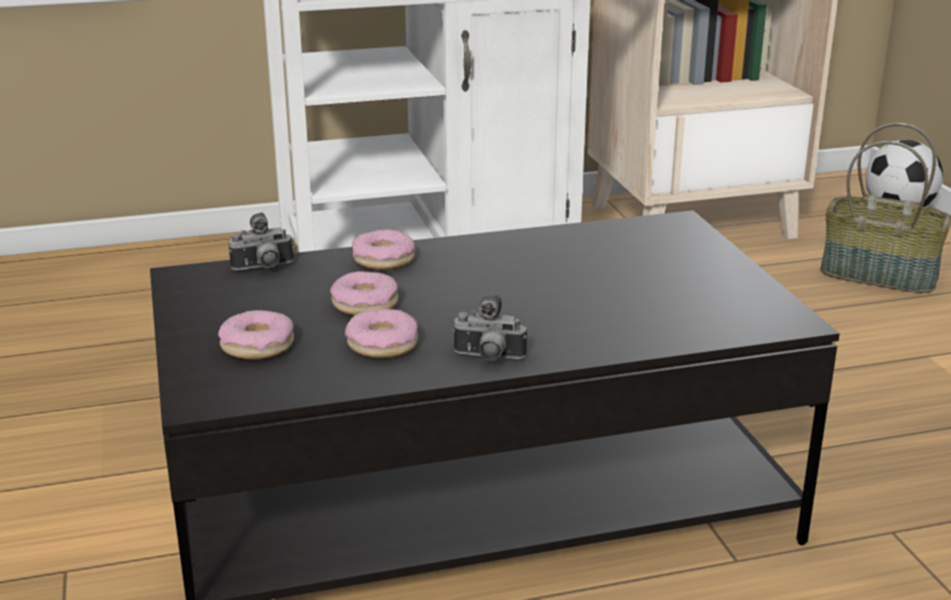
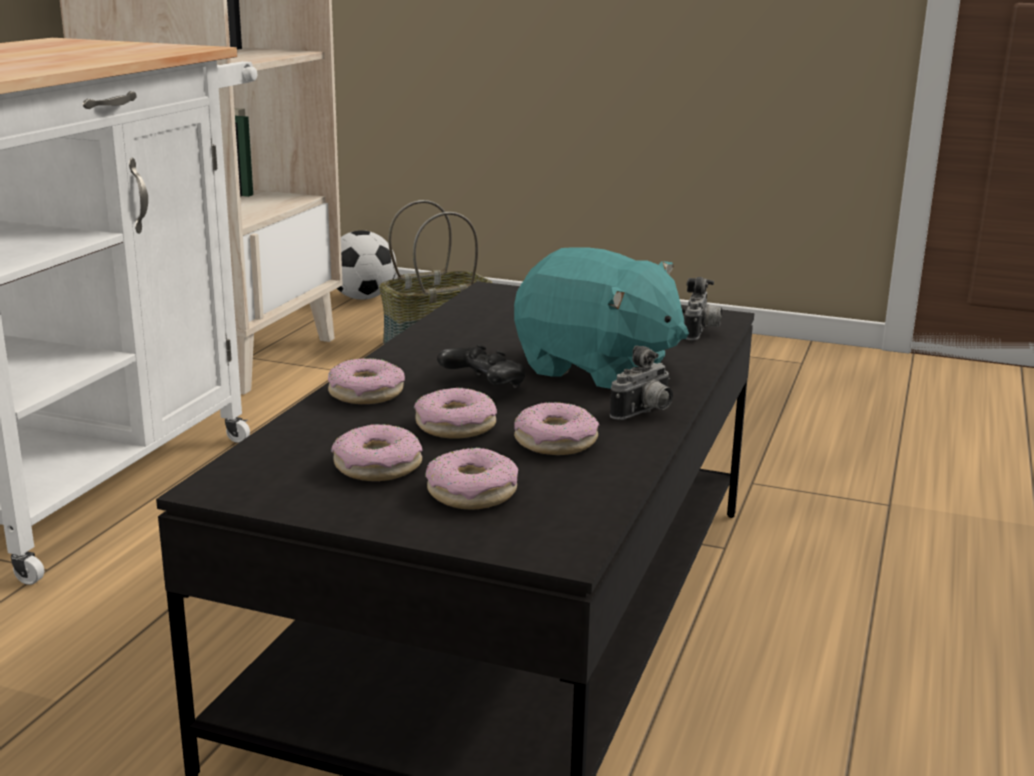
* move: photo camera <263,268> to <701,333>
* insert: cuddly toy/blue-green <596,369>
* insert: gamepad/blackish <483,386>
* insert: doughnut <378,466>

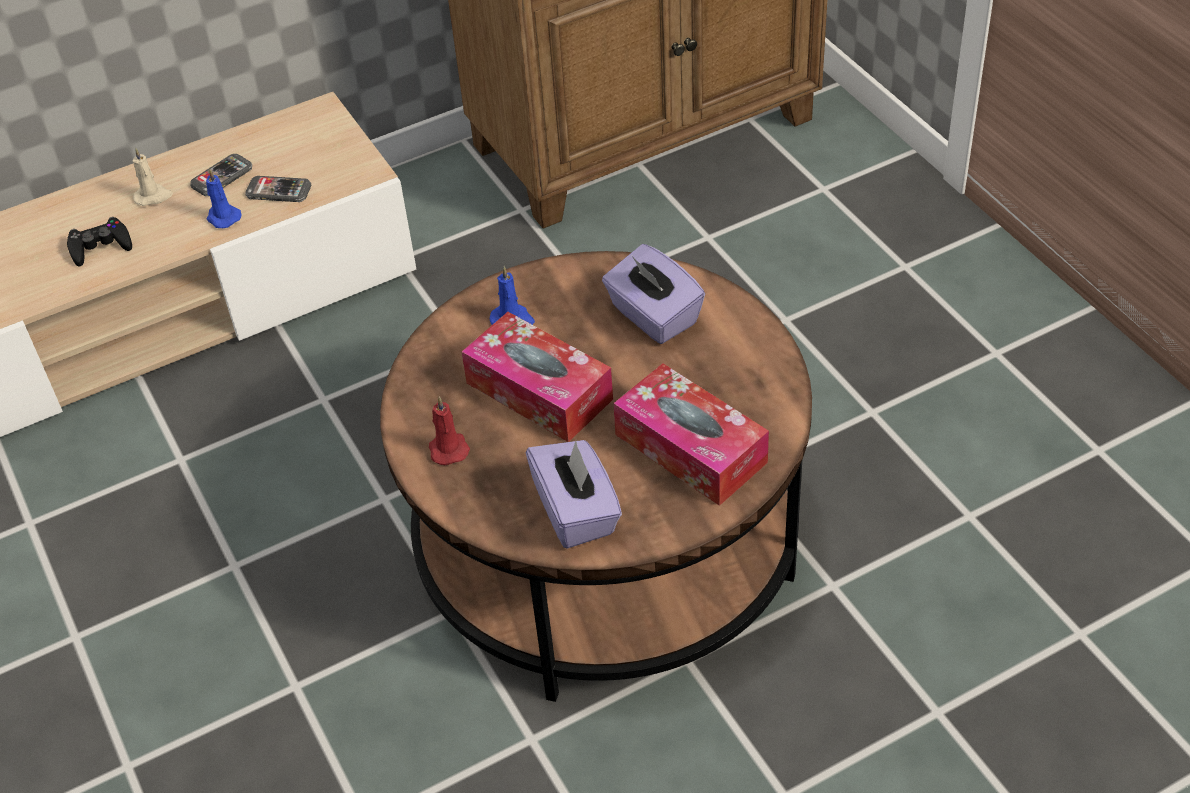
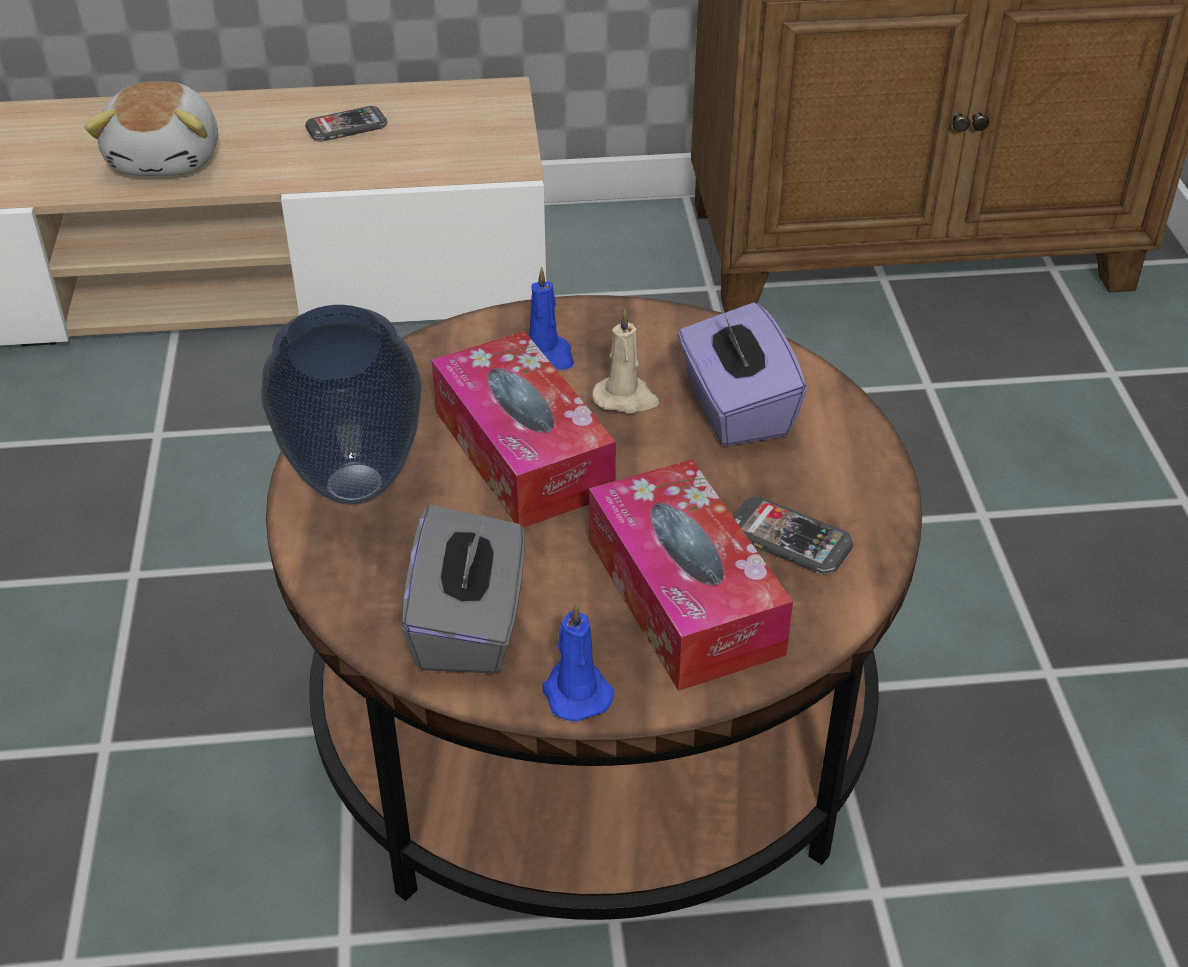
* move: wax light/beige-coloured <153,196> to <626,398>
* move: wax light/blue <223,217> to <575,692>
* move: telephone <278,191> to <789,539>
* replace: gamepad/blackish <100,246> to cuddly toy <168,158>
* replace: wax light/red-coloured <448,448> to vase <357,483>
* recolor: tissue box/purple-coloured <576,512> to tissue box/grey <469,625>

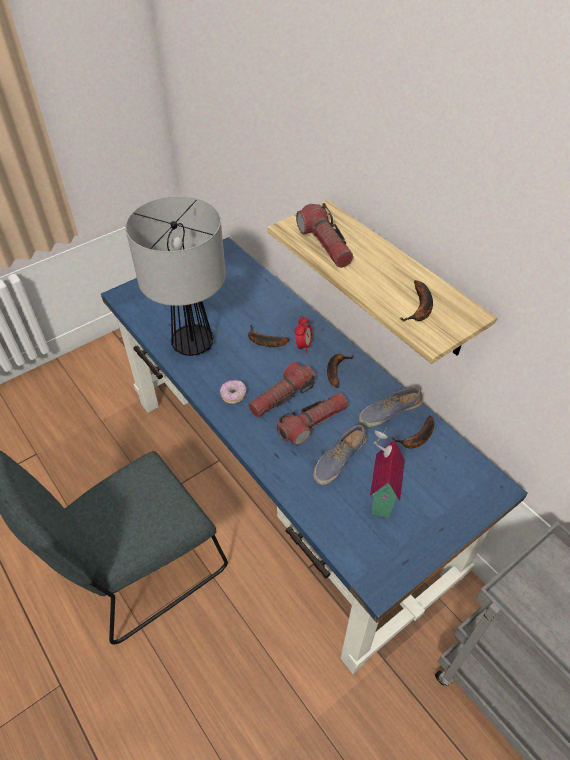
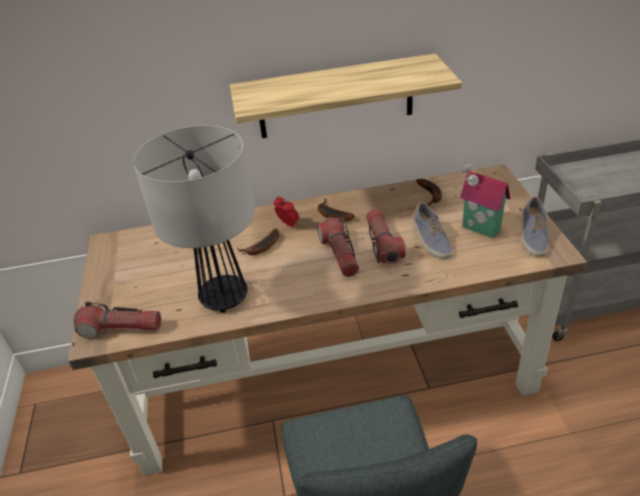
* move: flashlight <325,244> to <121,328>
* recolor: desk/blue <286,483> to desk/brownish <333,373>
* delete: banana <420,308>
* delete: doughnut <233,395>
* move: low shoe <389,412> to <532,236>

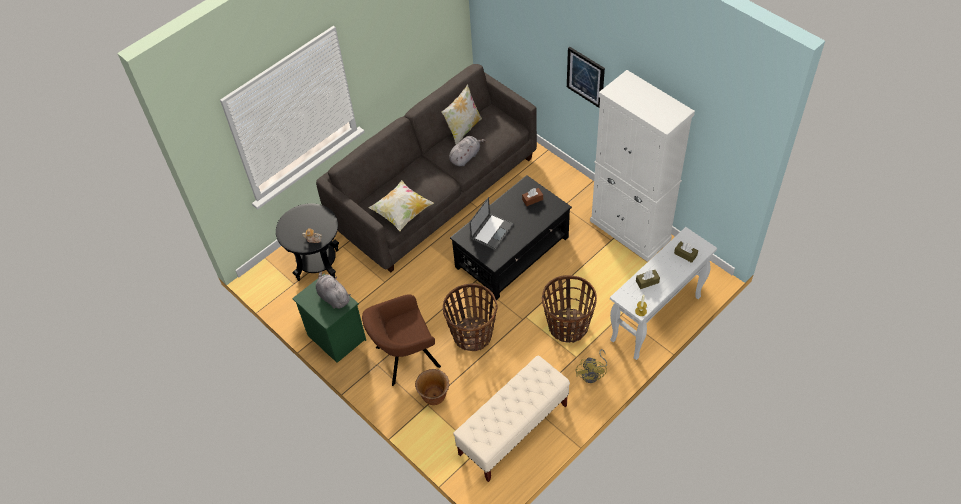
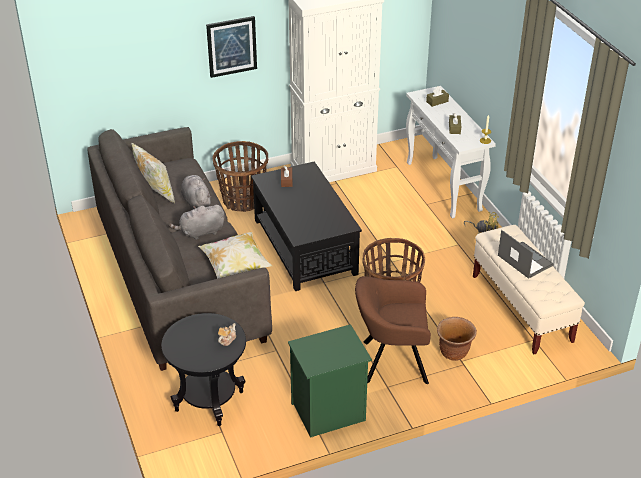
* move: laptop <492,231> to <524,260>
* move: cuddly toy/grey <333,297> to <200,232>
* move: storage basket <567,326> to <243,200>
* rotate: lounge chair/brownish <405,358> = <391,362> 90 degrees clockwise

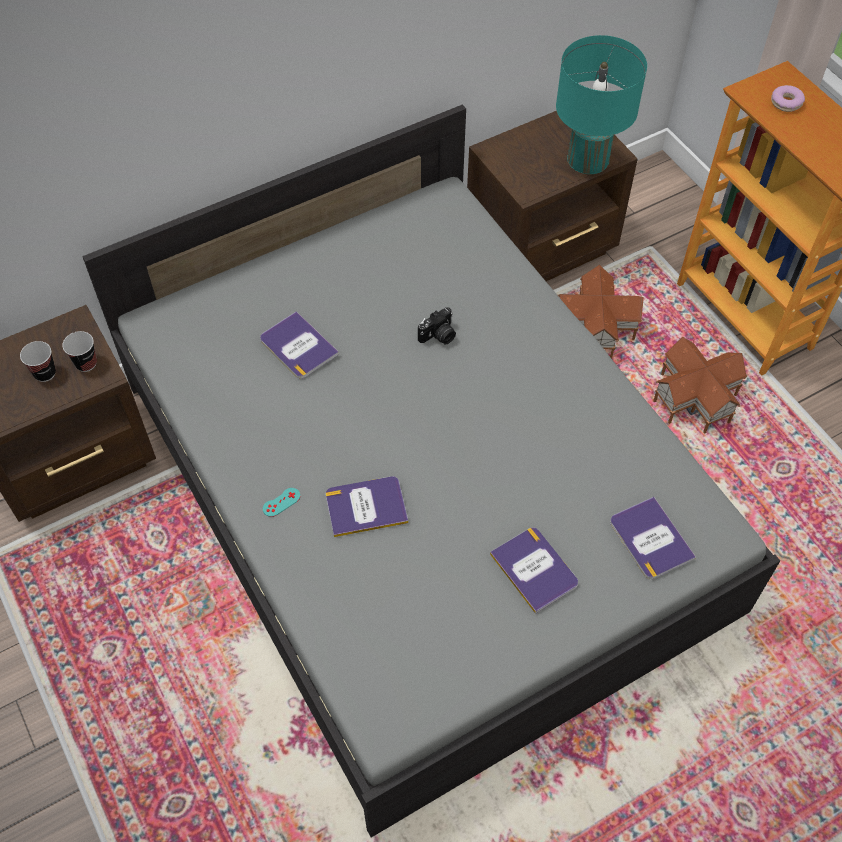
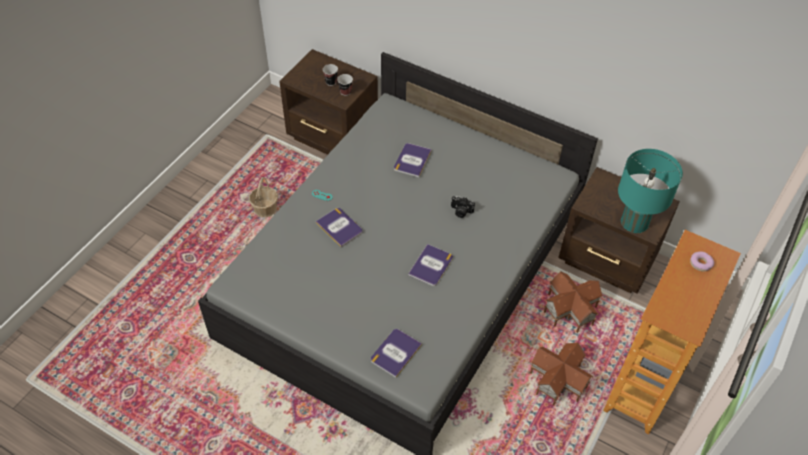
* move: volume <534,569> to <431,266>
* insert: storage basket <265,209>

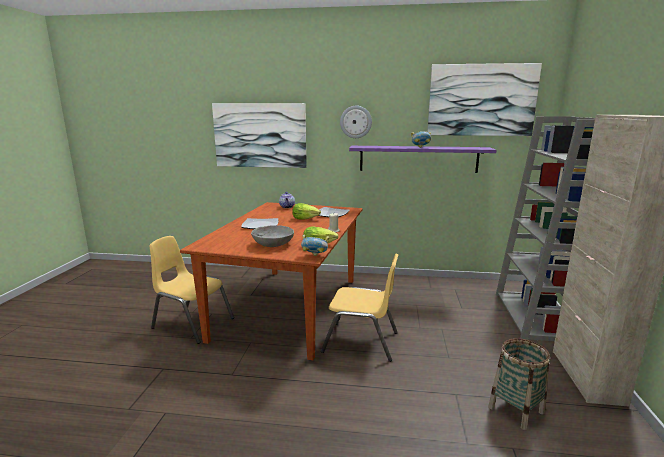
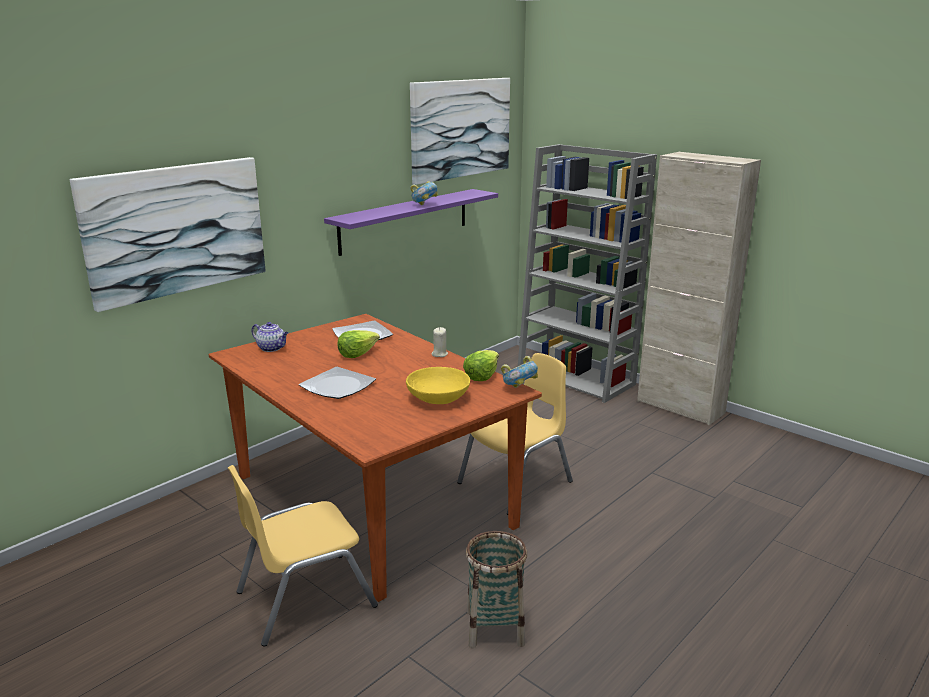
* delete: wall clock <356,122>
* recolor: bowl/grey <273,244> to bowl/yellow-coloured <438,398>
* move: storage basket <516,410> to <494,627>

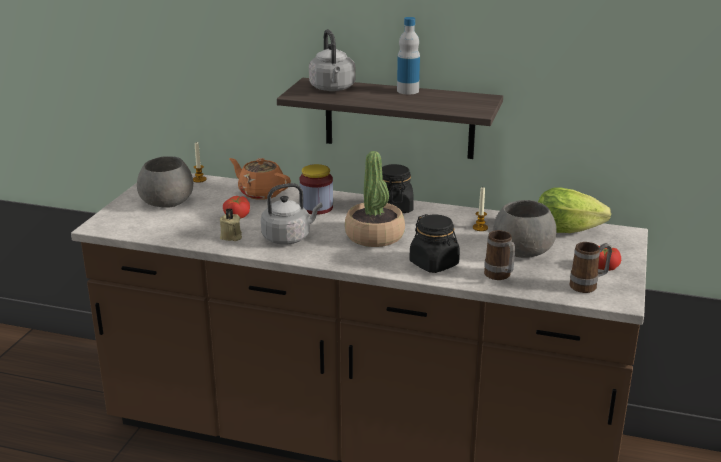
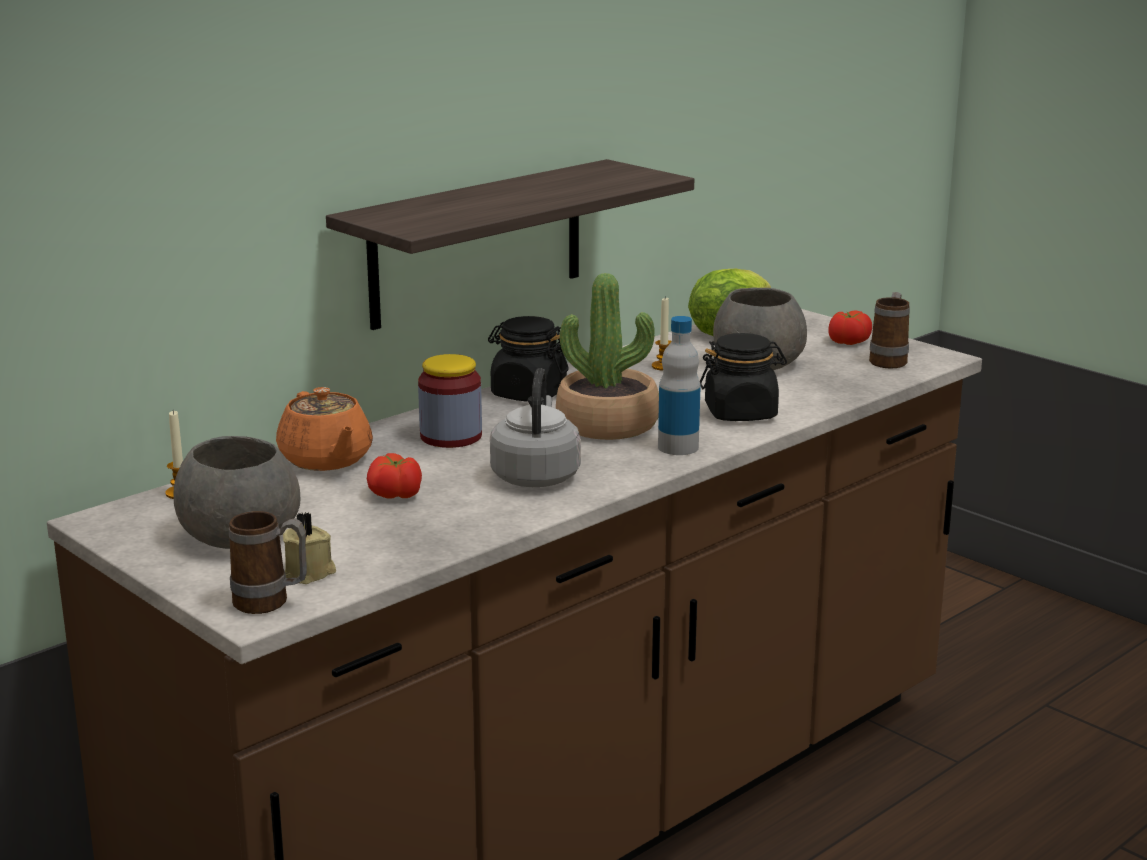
* move: drink bottle <408,91> to <678,447>
* delete: kettle/grey <333,89>
* rotate: pot for tea/orange-coloured <261,193> = <326,460> 90 degrees counterclockwise
* move: wax light/beige-coloured <231,237> to <310,573>
* move: coffee mug <500,277> to <271,603>

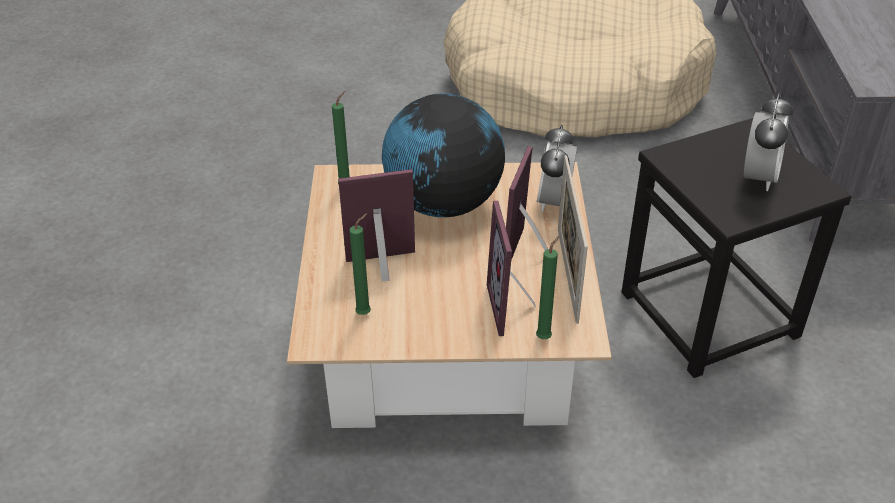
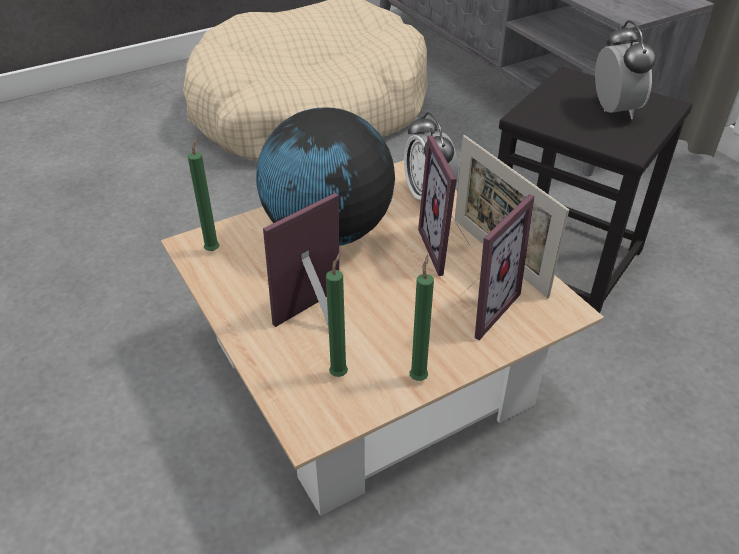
* rotate: photo frame <513,307> = <479,306> 105 degrees counterclockwise
* move: wax light/green <545,336> to <419,376>

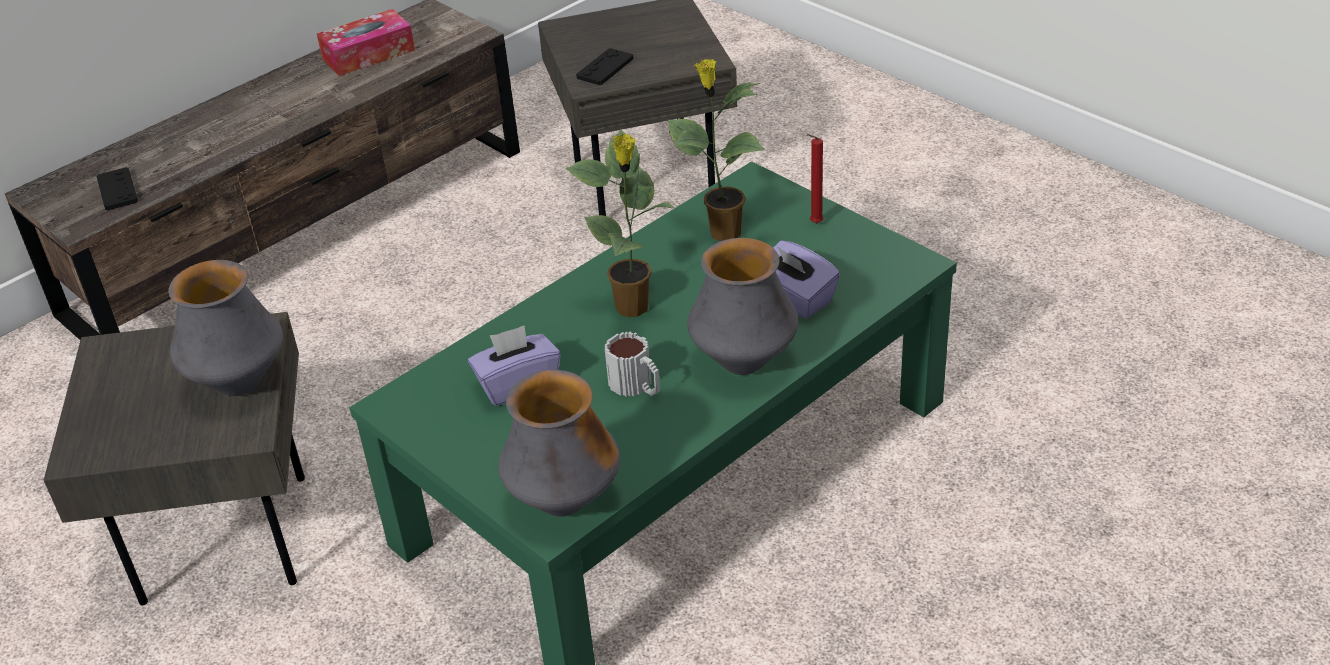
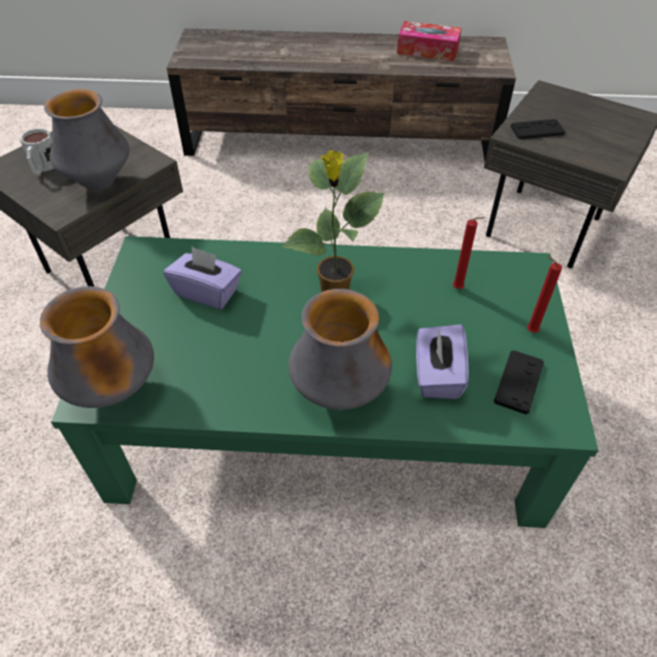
* replace: plant in a pot <723,233> to wax light/red-coloured <459,289>
* move: gamepad/blackish <117,190> to <518,382>
* move: coffee mug <637,386> to <43,167>

